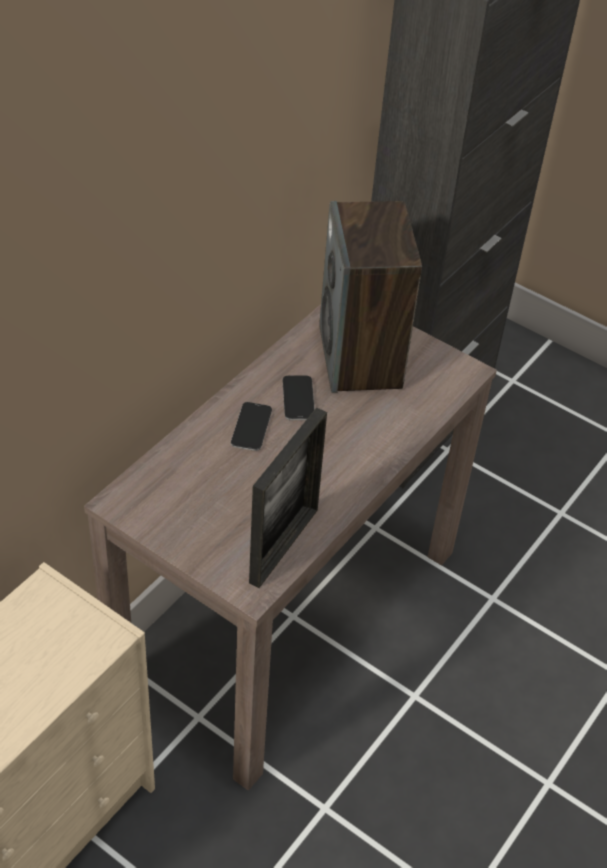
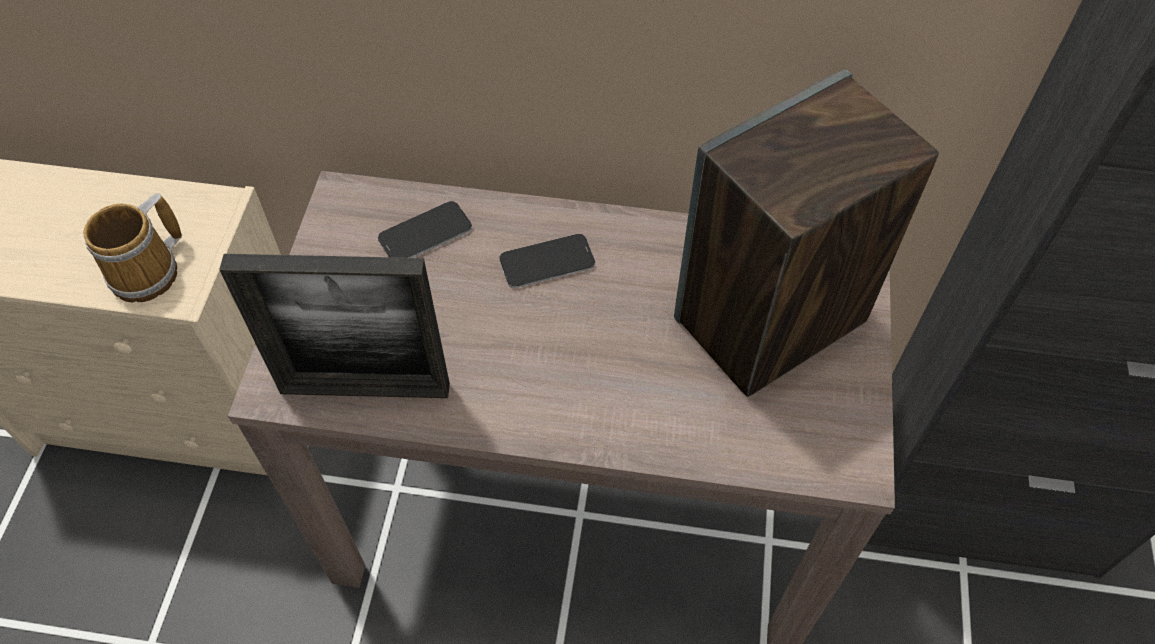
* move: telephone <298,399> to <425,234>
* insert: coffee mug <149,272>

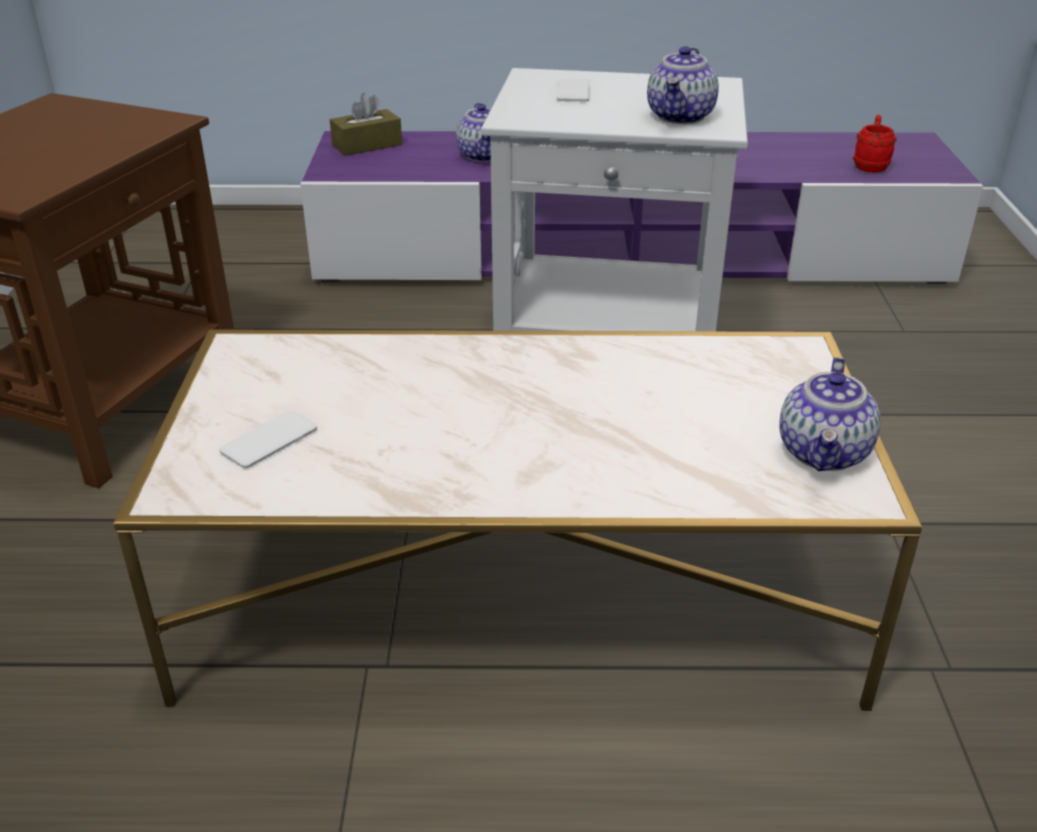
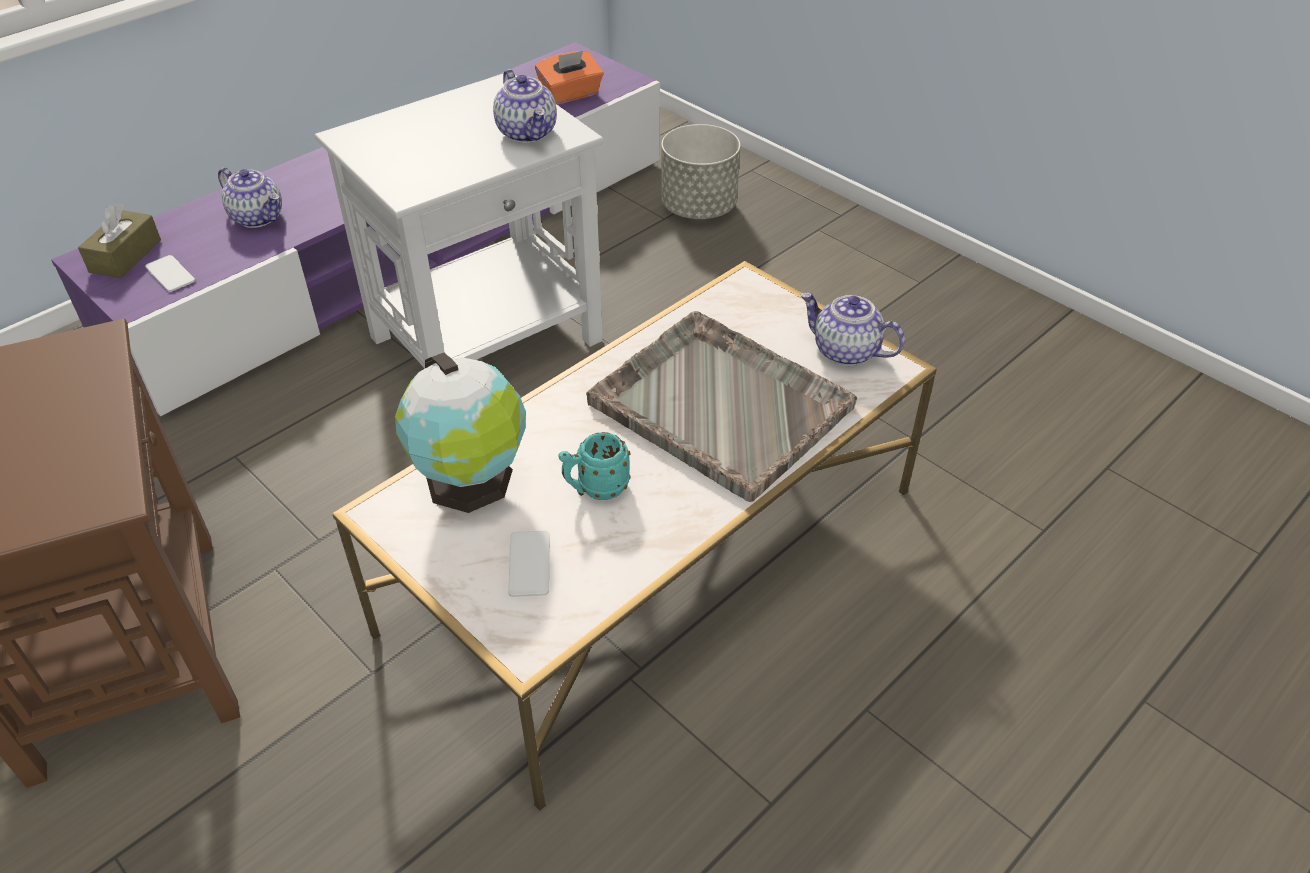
* move: telephone <573,91> to <170,274>
* replace: coffee mug/red-coloured <870,166> to tissue box/orange-coloured <571,94>
* rotate: pot for tea <824,453> = <845,351> 150 degrees clockwise
* insert: flower pot/grey <699,208>
* insert: carrying tray/grey <718,404>
* insert: globe <472,482>
* insert: coffee mug/blue-green <595,489>

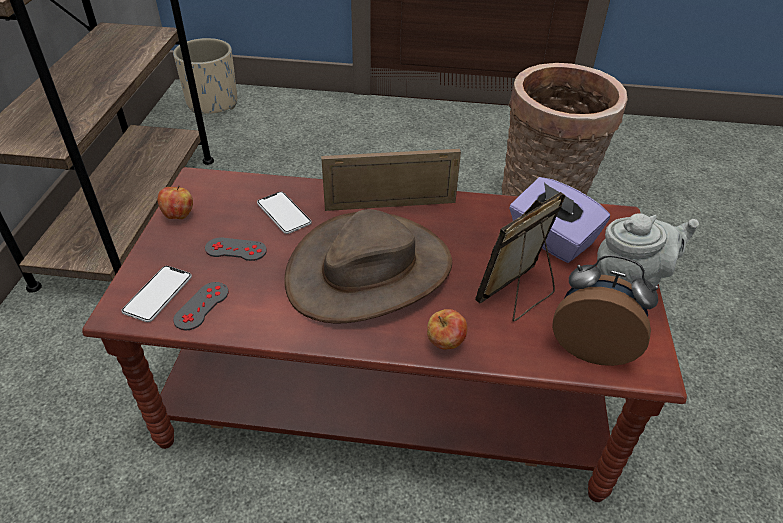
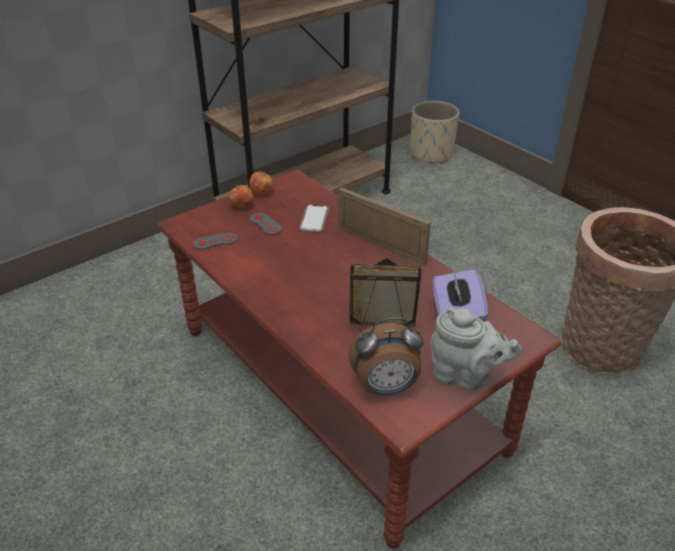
* delete: clothing hat/brownish <369,270>
* rotate: bedside clock <592,345> = <385,388> 105 degrees clockwise
* delete: telephone <158,294>
* move: apple fruit <446,343> to <242,206>

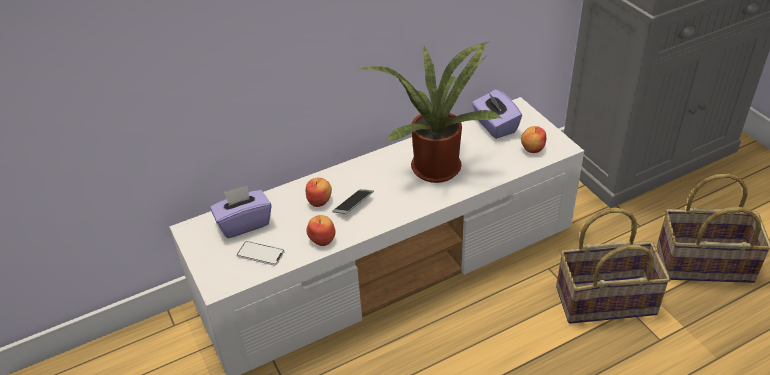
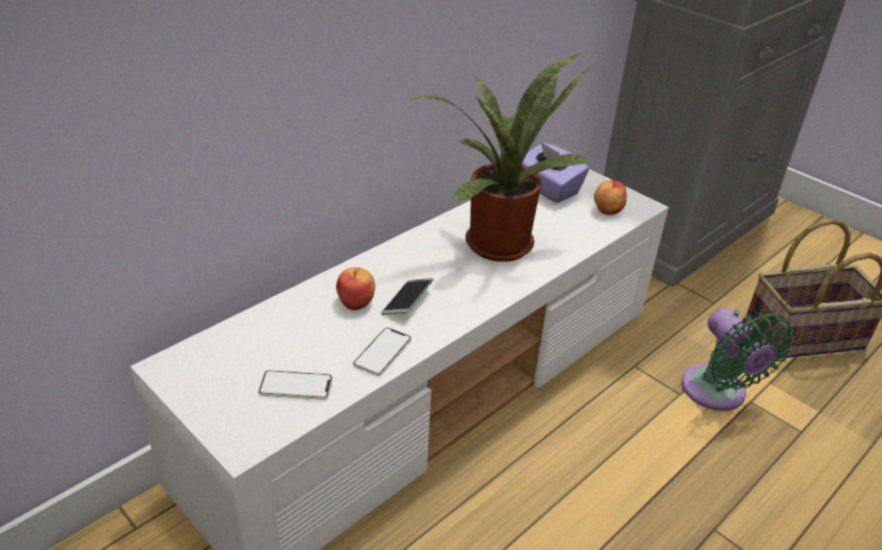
* delete: tissue box/purple-coloured <244,223>
* replace: storage basket <605,299> to cooling fan/green <717,393>
* replace: apple fruit <322,239> to telephone <382,352>

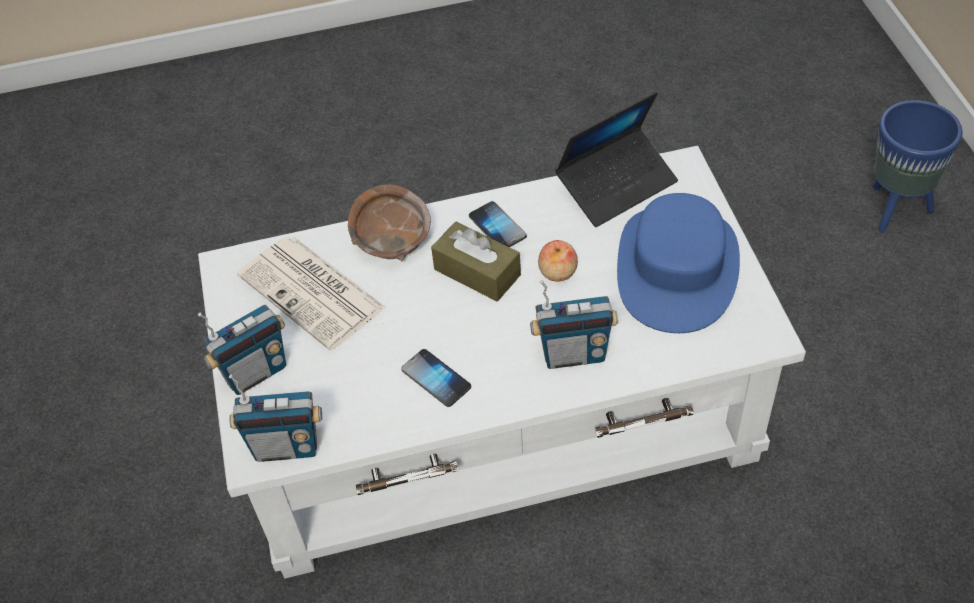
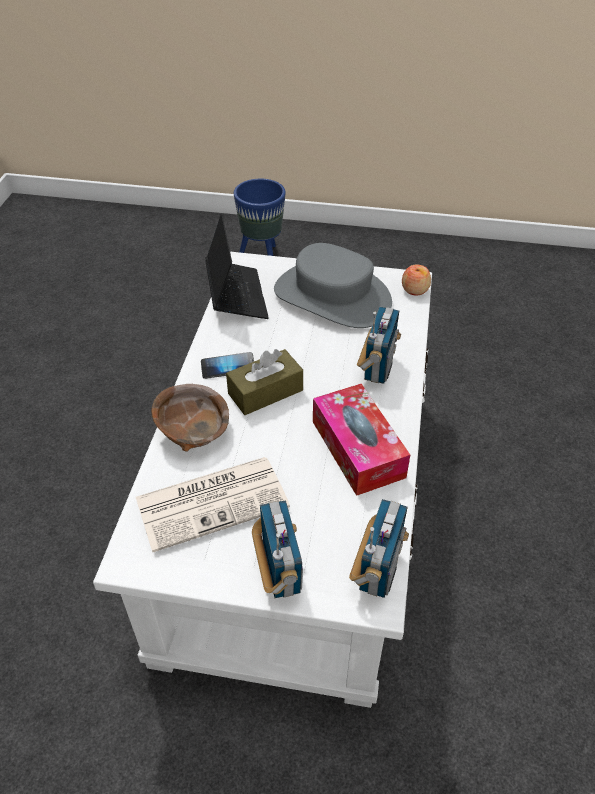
* recolor: clothing hat/blue <677,268> to clothing hat/grey <332,296>
* move: apple fruit <557,271> to <415,289>
* replace: telephone <436,379> to tissue box <357,449>

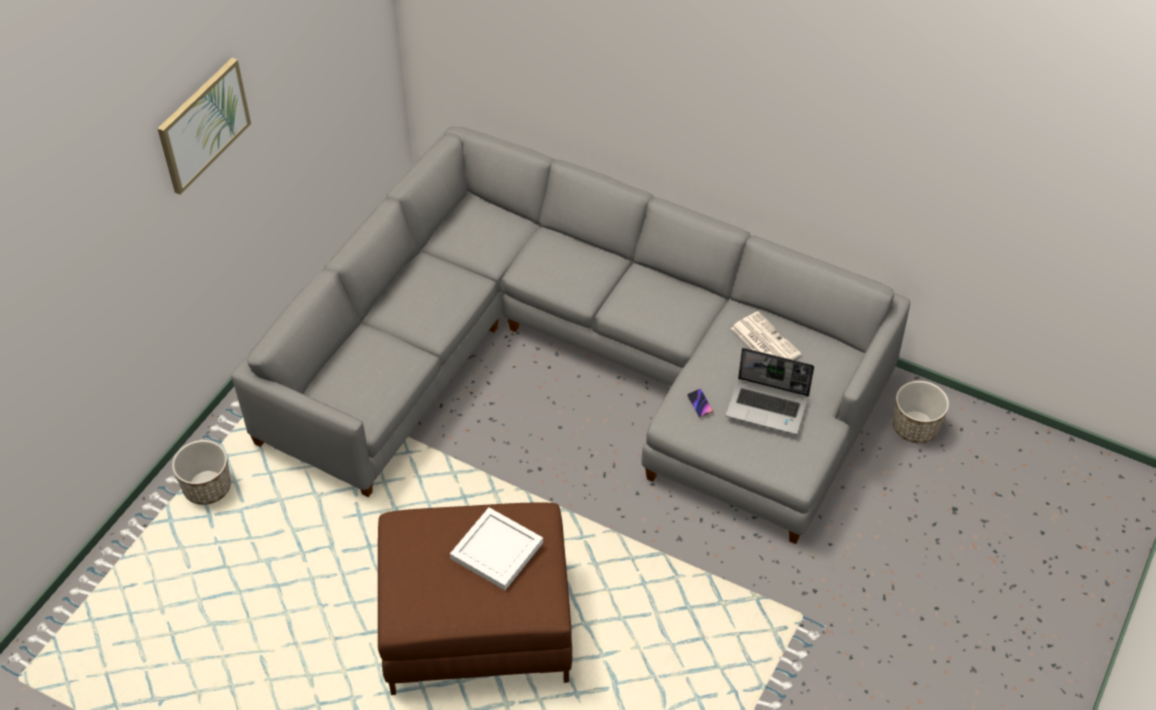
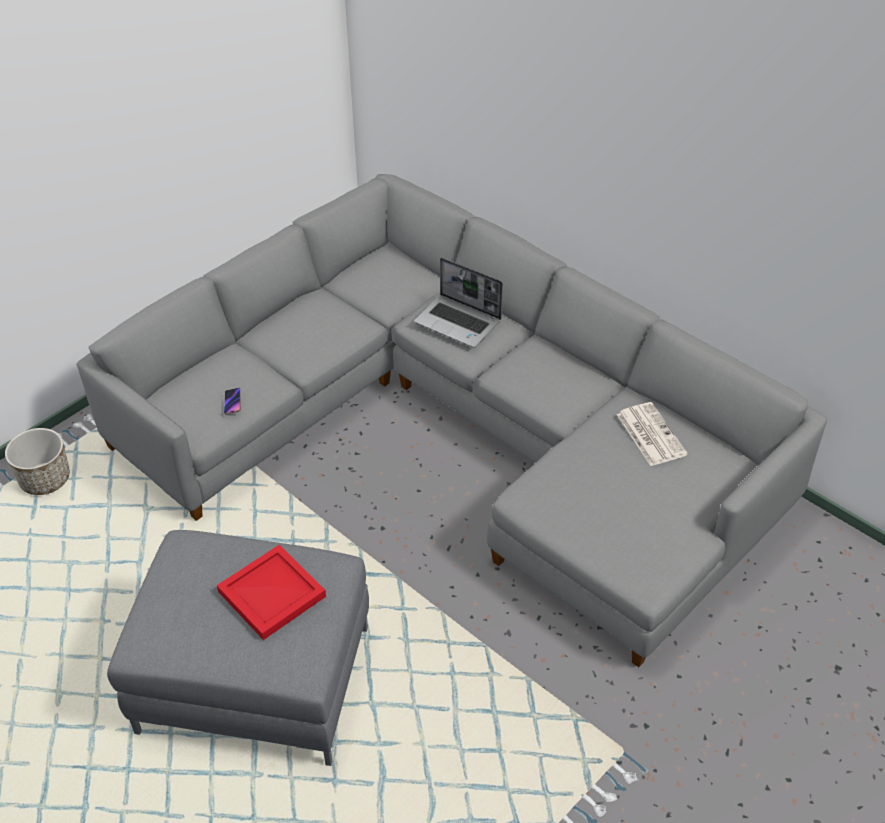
* delete: picture <203,124>
* move: laptop <768,407> to <459,322>
* delete: flower pot <915,427>
* move: telephone <699,404> to <232,402>
* recolor: footrest/brownish <478,625> to footrest/grey <256,679>
* recolor: carrying tray/white <495,551> to carrying tray/red-coloured <270,594>

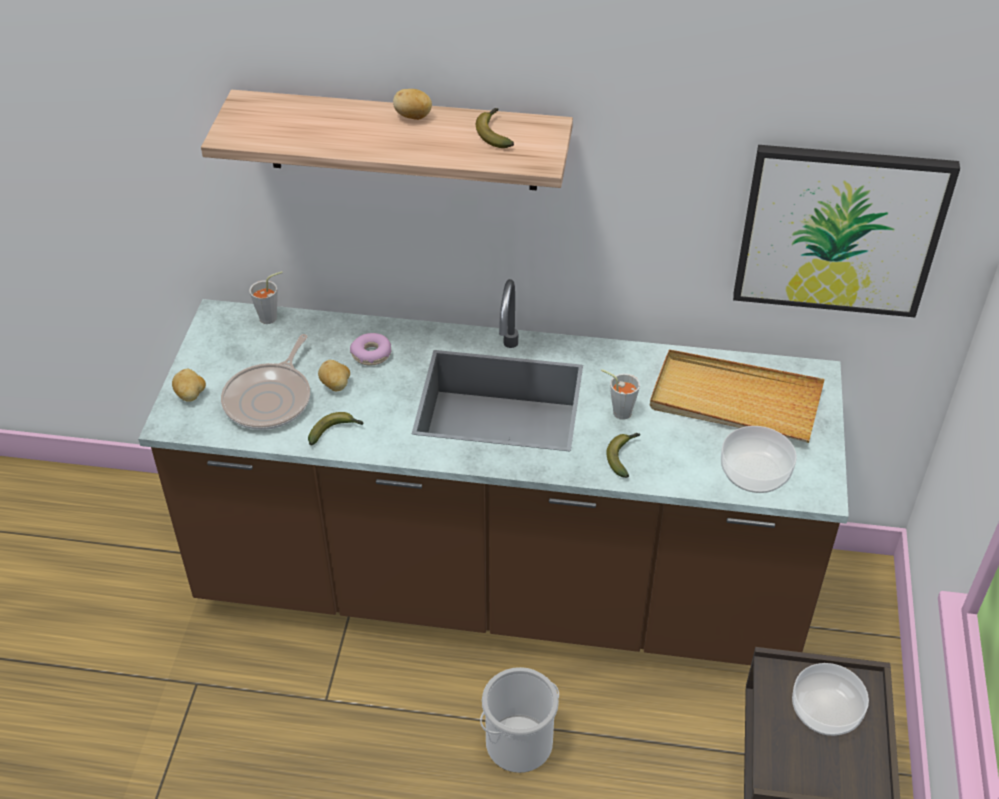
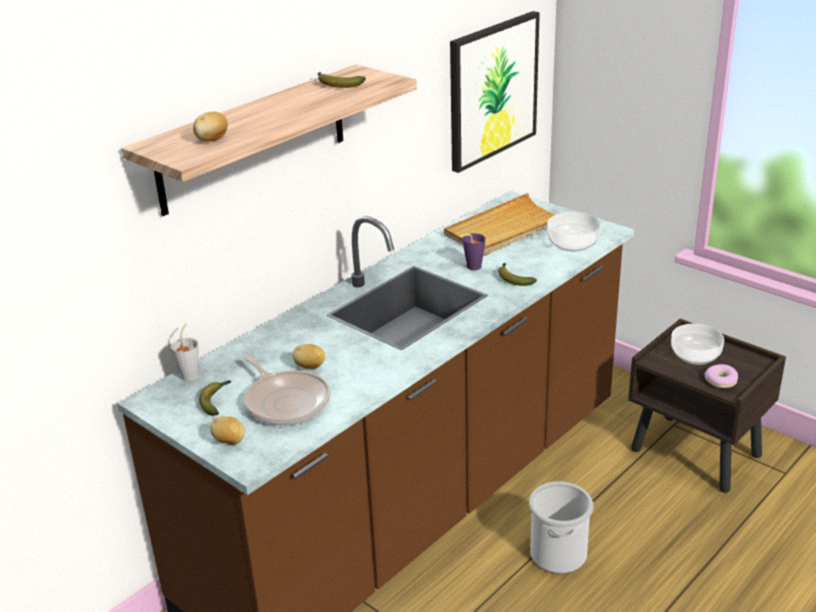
* move: whole potato <413,117> to <212,140>
* move: doughnut <371,354> to <721,381>
* recolor: drinking cup/grey <618,411> to drinking cup/purple-coloured <471,267>
* move: banana <335,431> to <216,401>

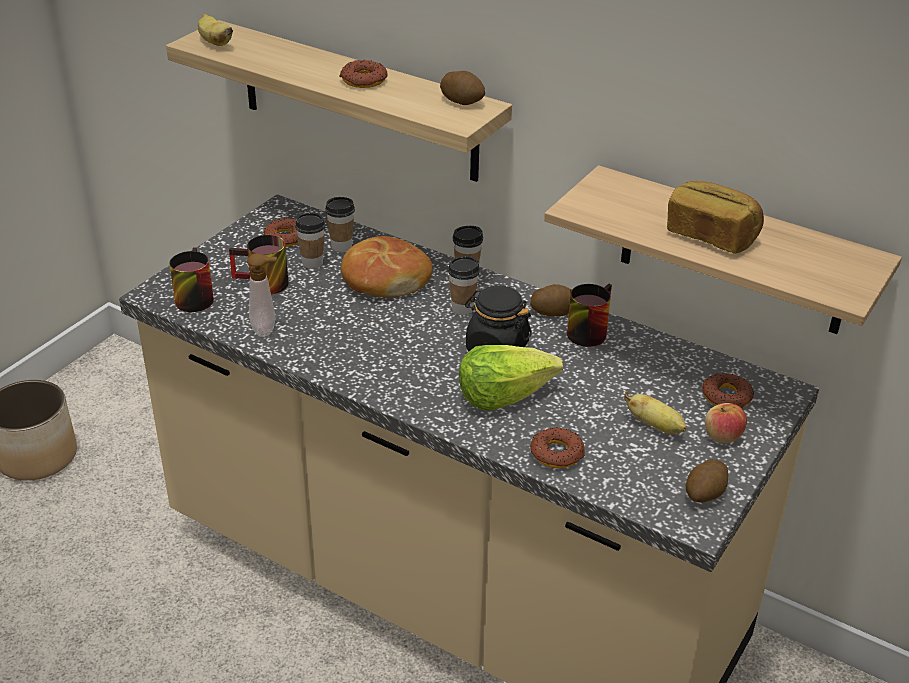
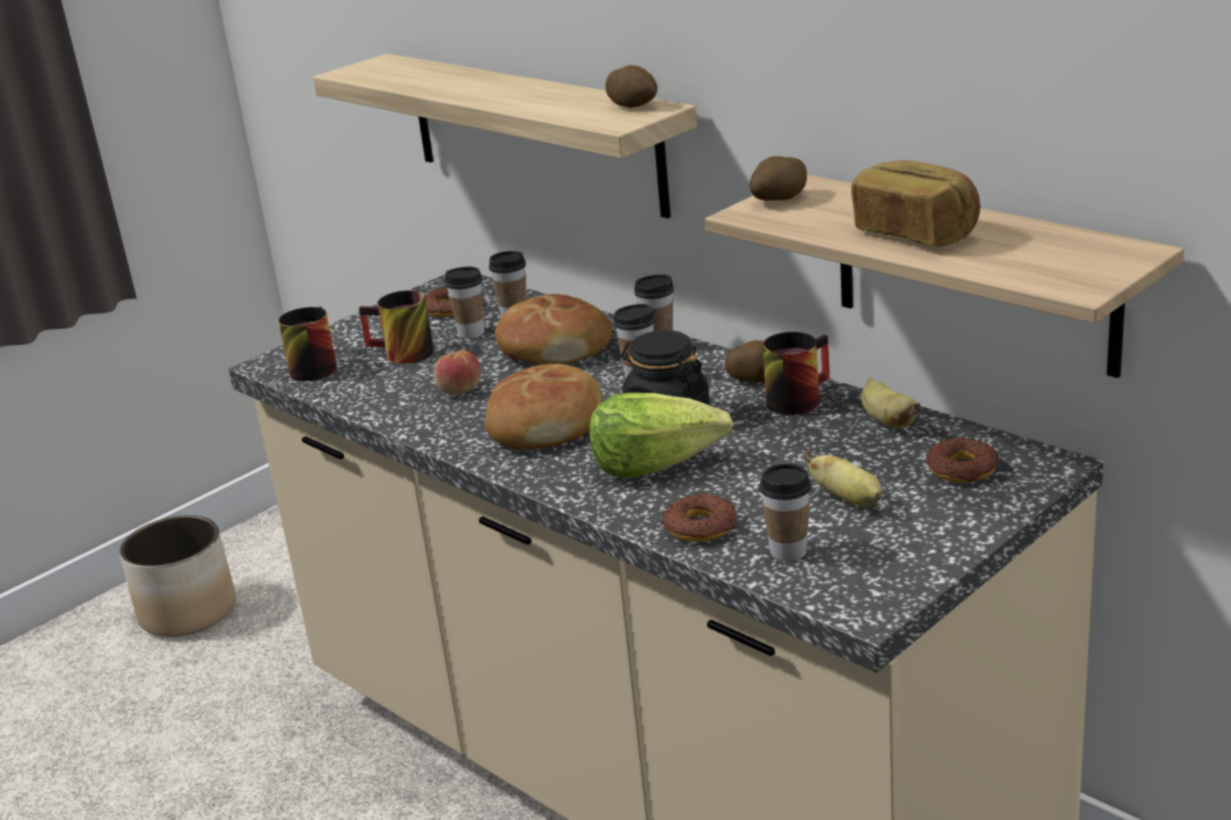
* move: banana <214,42> to <887,421>
* delete: doughnut <363,80>
* delete: liquid soap bottle <266,330>
* move: apple fruit <722,436> to <459,390>
* move: whole potato <705,494> to <779,199>
* insert: baked bread <547,425>
* insert: drinking cup <788,551>

